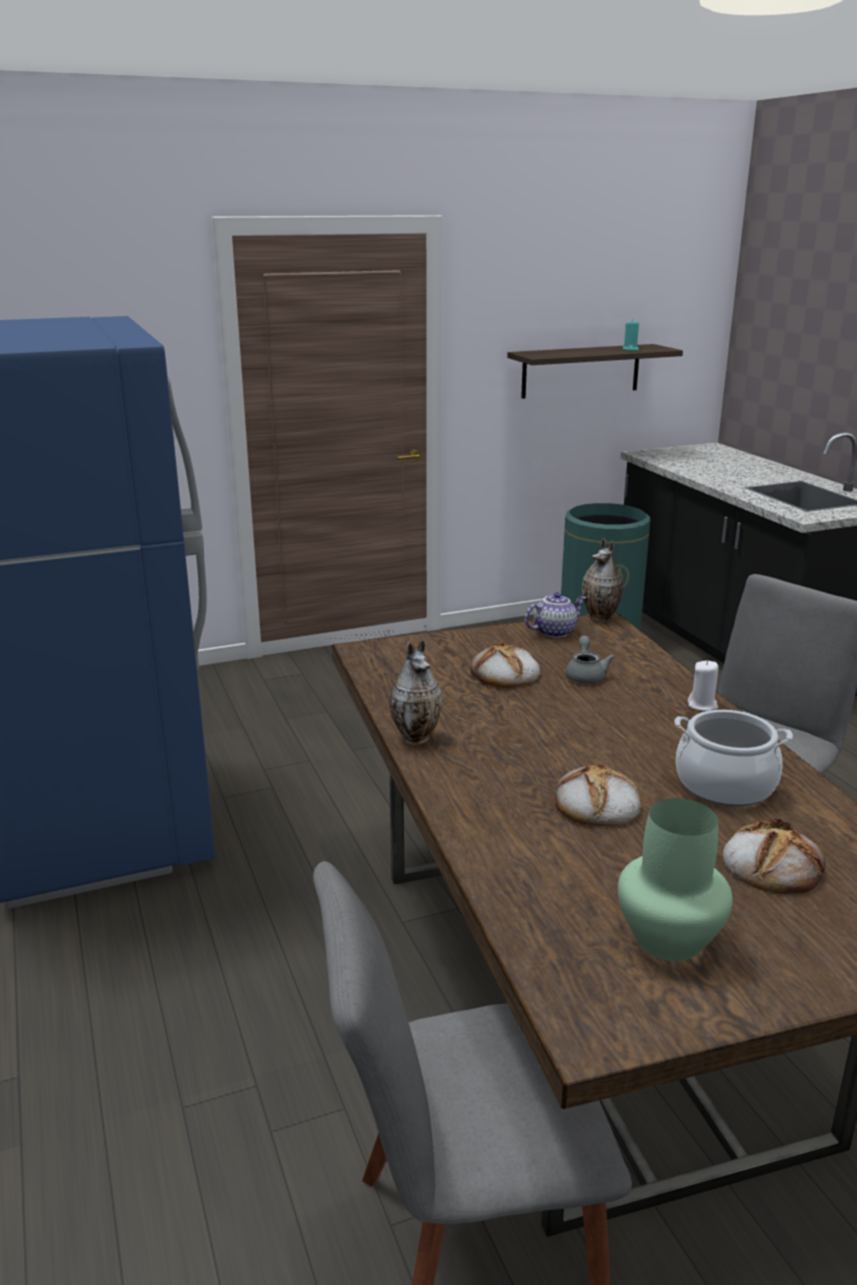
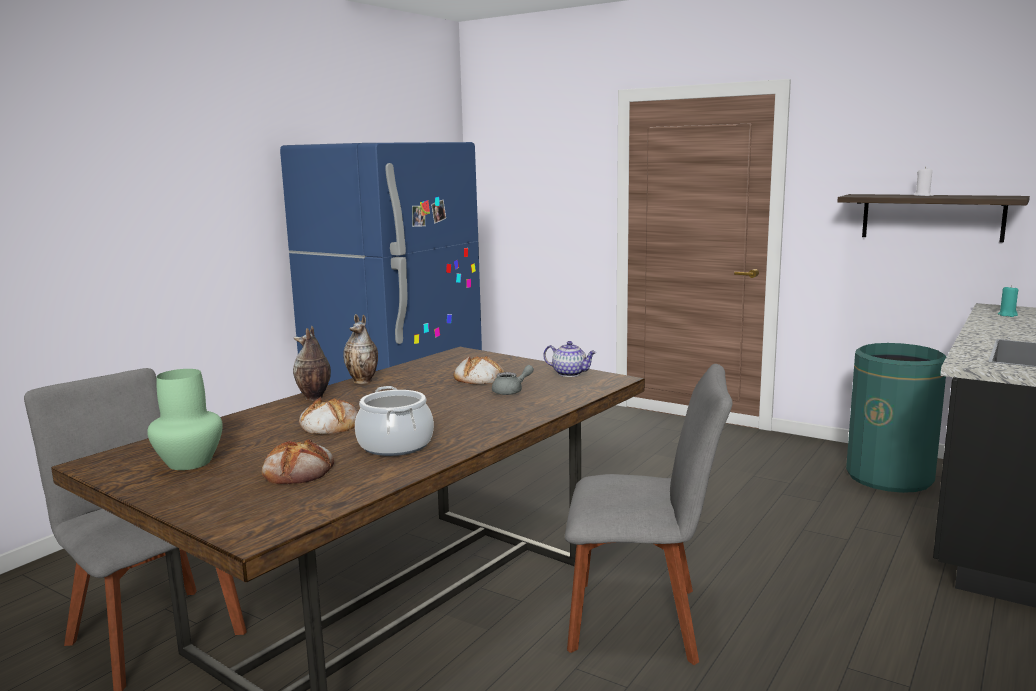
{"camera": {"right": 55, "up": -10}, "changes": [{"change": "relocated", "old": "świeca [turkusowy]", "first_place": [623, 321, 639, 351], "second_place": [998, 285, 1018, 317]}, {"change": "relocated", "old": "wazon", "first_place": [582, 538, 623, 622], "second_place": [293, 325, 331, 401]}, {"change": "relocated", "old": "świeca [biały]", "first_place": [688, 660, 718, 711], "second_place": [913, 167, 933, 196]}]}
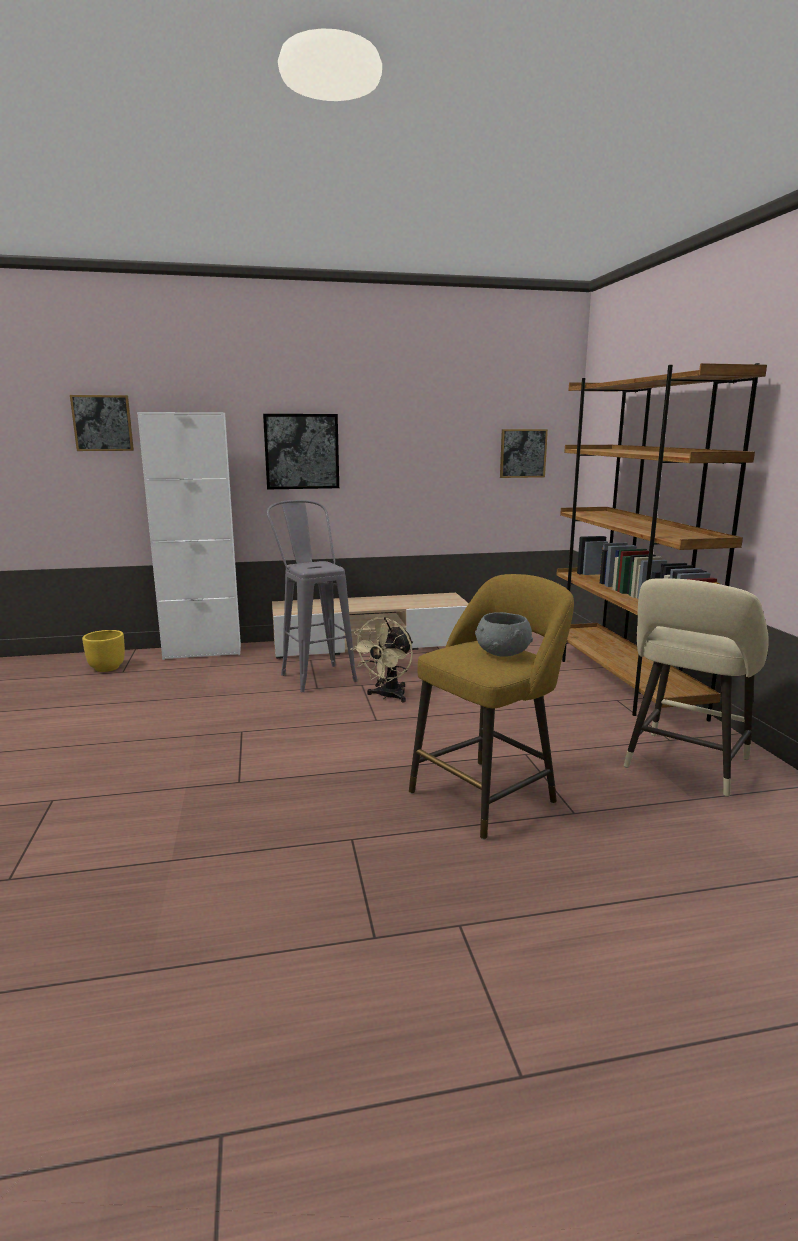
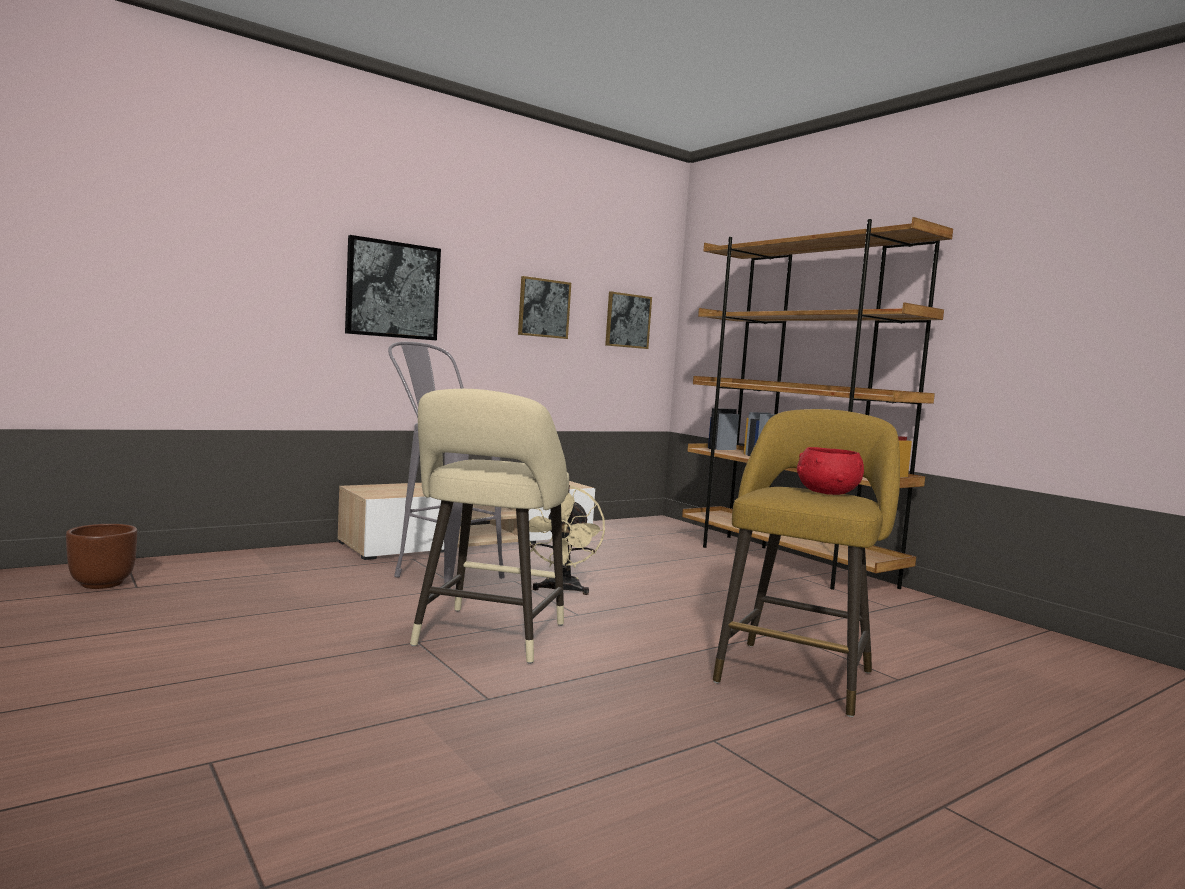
{"camera": {"right": -25, "up": -10}, "changes": [{"change": "relocated", "old": "obraz", "first_place": [70, 395, 134, 451], "second_place": [518, 276, 571, 339]}, {"change": "missing", "old": "szafka [biały]", "first_place": [137, 412, 241, 660]}, {"change": "relocated", "old": "stołek [beżowy]", "first_place": [624, 578, 769, 797], "second_place": [410, 389, 569, 664]}, {"change": "colour", "old": "miska [szary]", "new": "miska [czerwony]", "first_place": [475, 612, 533, 657], "second_place": [797, 447, 864, 495]}, {"change": "colour", "old": "donica [żółty]", "new": "donica [brązowy]", "first_place": [82, 630, 125, 672], "second_place": [66, 524, 137, 589]}]}
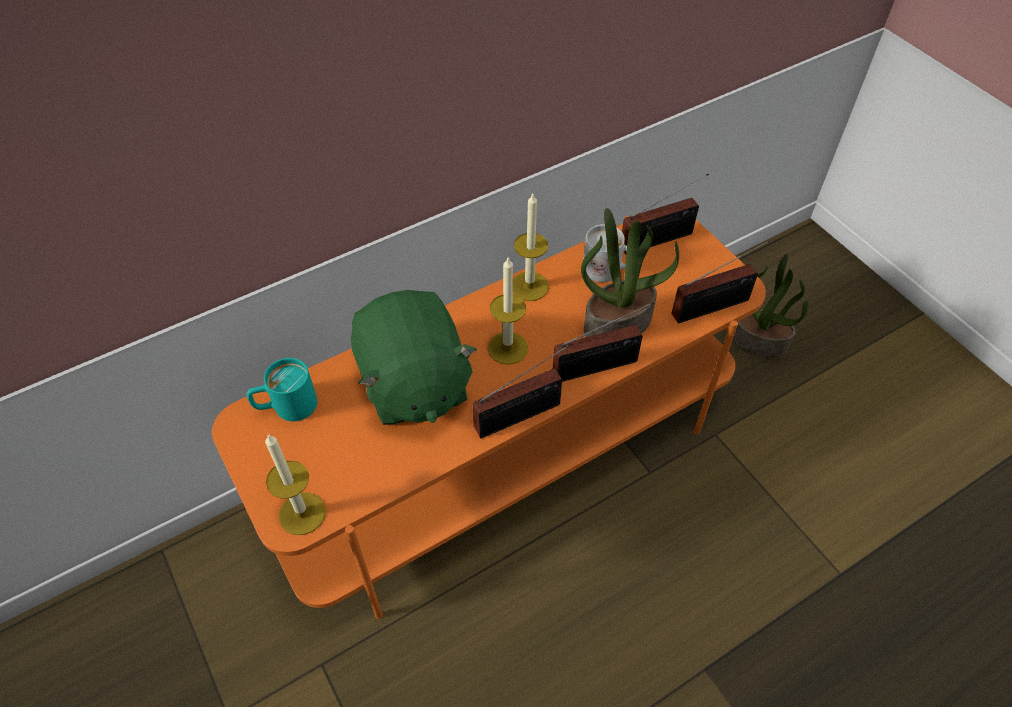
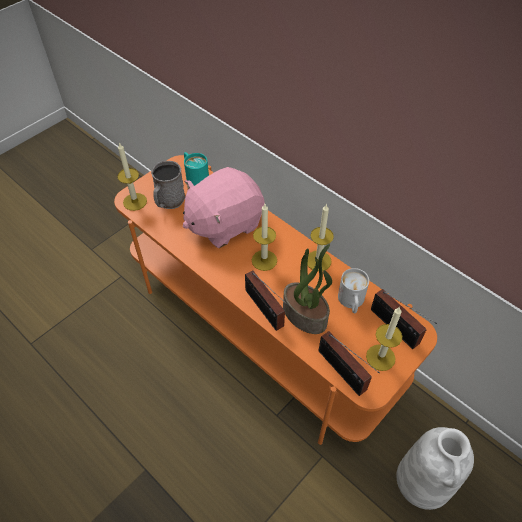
{"camera": {"right": 75, "up": 0}, "changes": [{"change": "exchanged", "old": "roślina doniczkowa", "new": "wazon [biały]", "first_place": [732, 254, 808, 358], "second_place": [396, 427, 474, 510]}, {"change": "colour", "old": "pluszak [zielony]", "new": "pluszak [różowy]", "first_place": [351, 290, 477, 425], "second_place": [183, 167, 265, 248]}, {"change": "missing", "old": "radio", "first_place": [473, 345, 569, 438]}, {"change": "appeared", "new": "kubek [szary]", "second_place": [151, 161, 185, 209]}, {"change": "appeared", "new": "świeca", "second_place": [366, 307, 402, 371]}]}
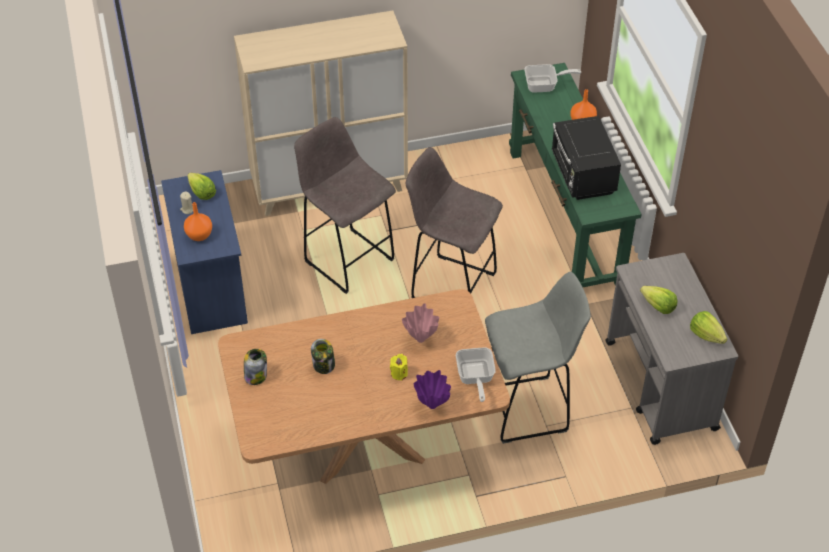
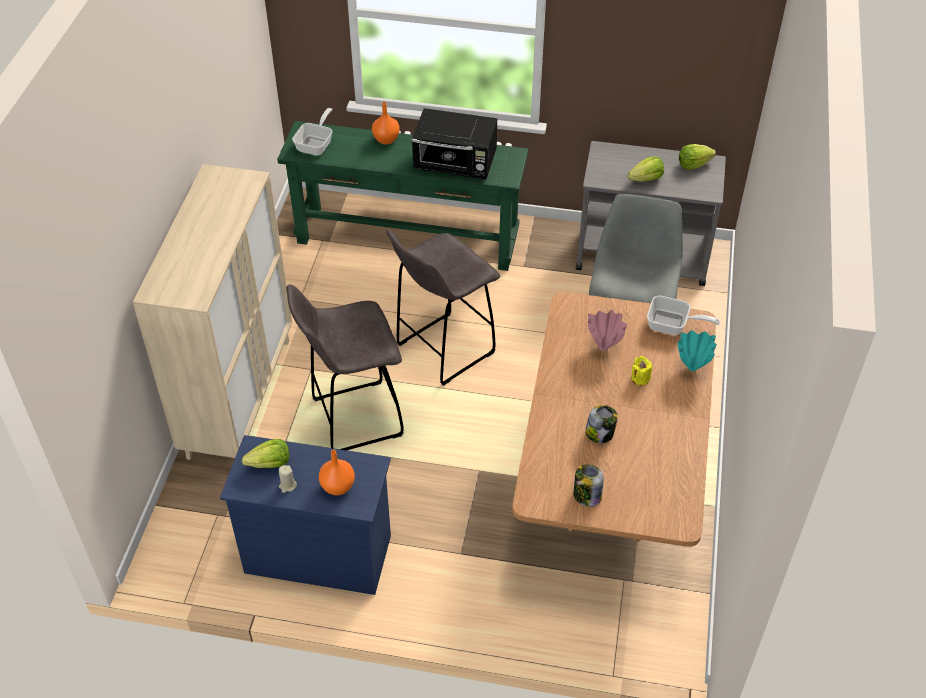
{"camera": {"right": -65, "up": 0}, "changes": [{"change": "colour", "old": "wazon [fioletowy]", "new": "wazon [turkusowy]", "first_place": [414, 370, 451, 409], "second_place": [678, 330, 717, 371]}]}
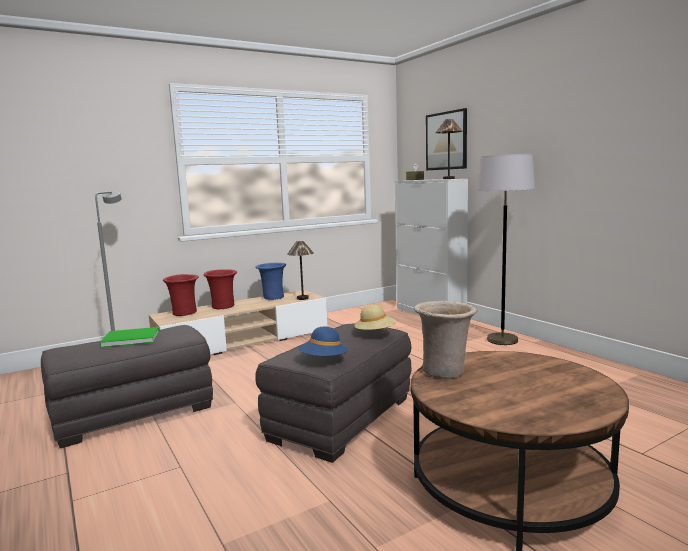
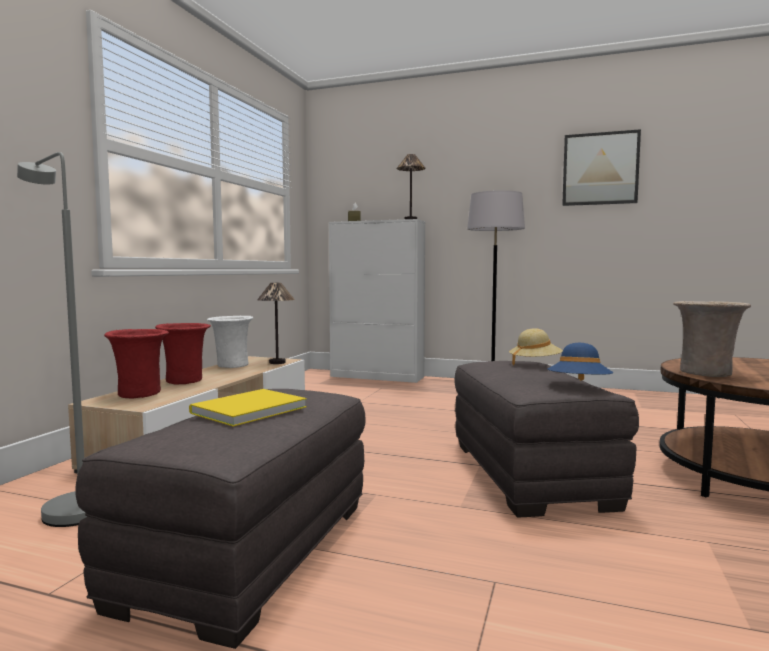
{"camera": {"right": -40, "up": -5}, "changes": [{"change": "relocated", "old": "obraz", "first_place": [426, 108, 467, 170], "second_place": [562, 129, 641, 206]}, {"change": "colour", "old": "wazon [niebieski]", "new": "wazon [biały]", "first_place": [255, 263, 286, 300], "second_place": [207, 316, 253, 368]}, {"change": "colour", "old": "książka [zielony]", "new": "książka [żółty]", "first_place": [100, 327, 159, 347], "second_place": [189, 389, 307, 426]}]}
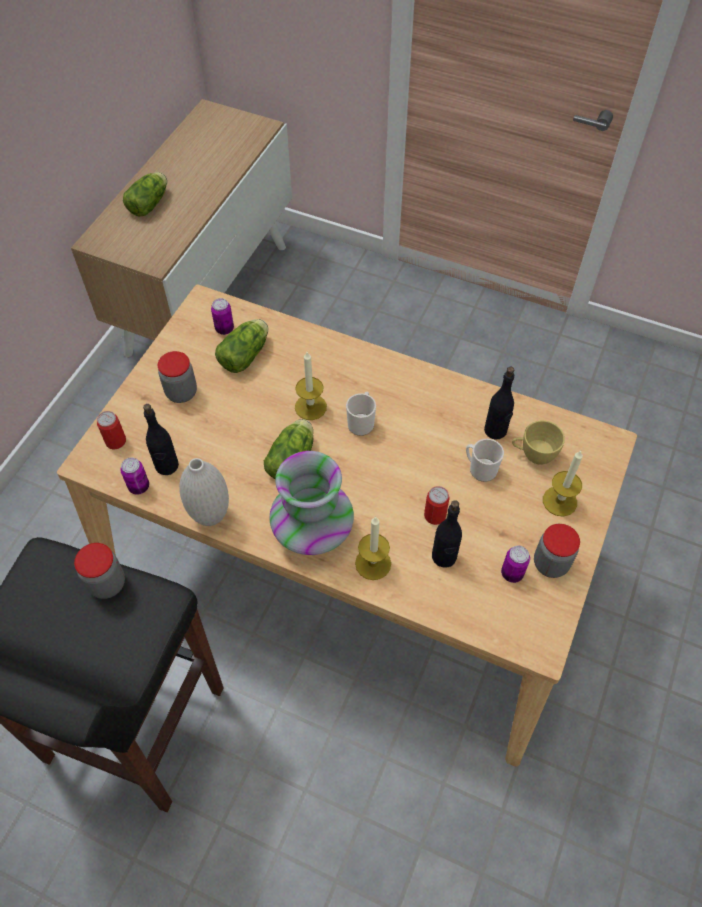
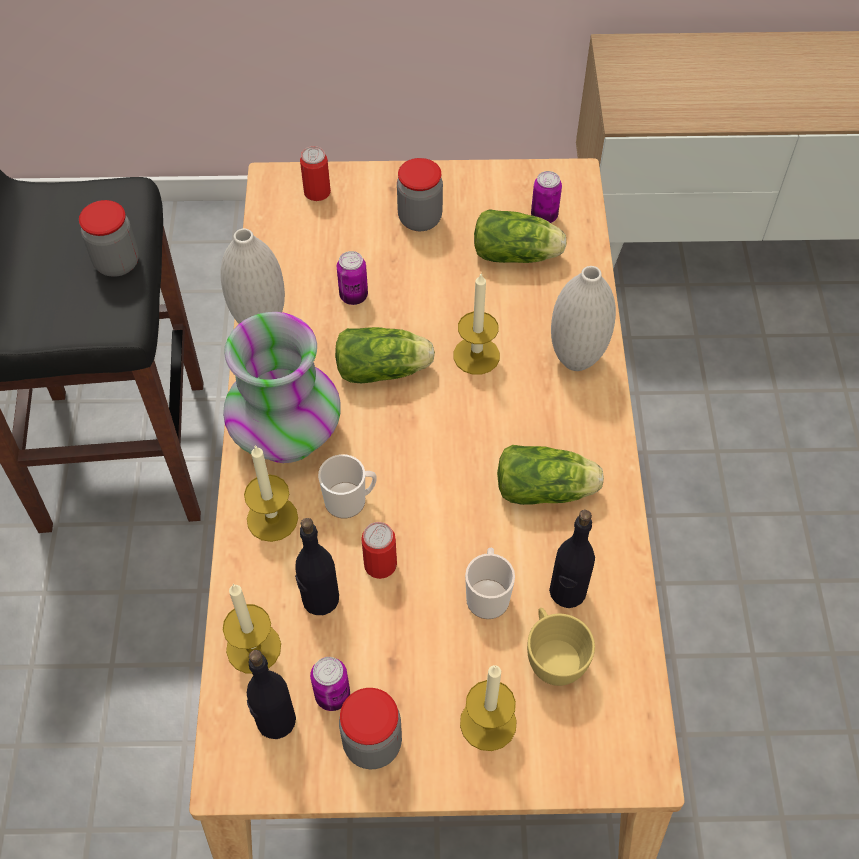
{"camera": {"right": 65, "up": 0}, "changes": [{"change": "relocated", "old": "sałata", "first_place": [123, 172, 167, 217], "second_place": [497, 445, 604, 505]}, {"change": "relocated", "old": "kubek", "first_place": [346, 392, 376, 436], "second_place": [318, 454, 377, 518]}, {"change": "relocated", "old": "butelka [czarny]", "first_place": [143, 404, 179, 475], "second_place": [247, 650, 296, 739]}, {"change": "relocated", "old": "puszka", "first_place": [120, 457, 149, 495], "second_place": [337, 251, 368, 305]}, {"change": "appeared", "new": "wazon [biały]", "second_place": [551, 266, 616, 371]}, {"change": "appeared", "new": "świeca", "second_place": [223, 584, 281, 674]}]}
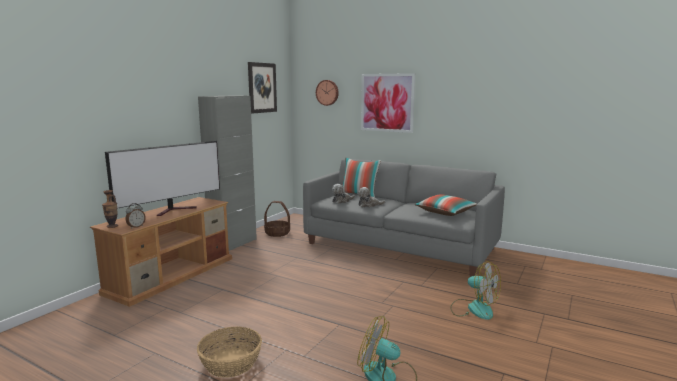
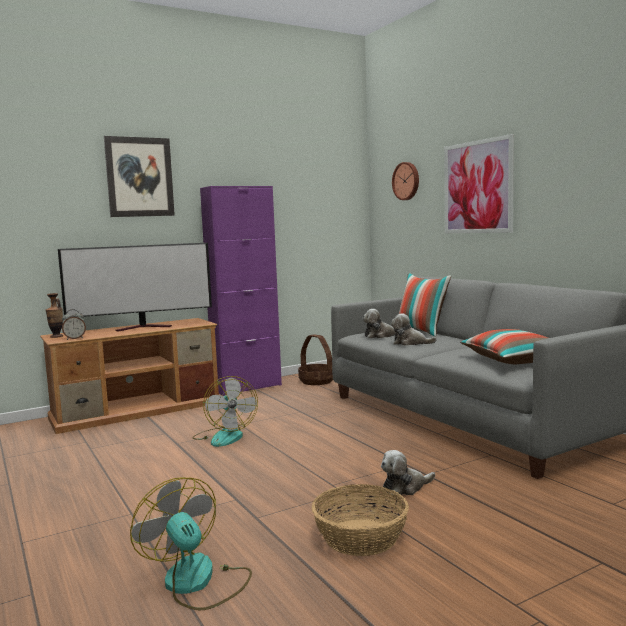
{"camera": {"right": 30, "up": -5}, "changes": [{"change": "relocated", "old": "obraz", "first_place": [248, 62, 277, 114], "second_place": [104, 136, 175, 217]}, {"change": "colour", "old": "szafka [szary]", "new": "szafka [fioletowy]", "first_place": [198, 95, 257, 251], "second_place": [200, 186, 282, 396]}, {"change": "relocated", "old": "wentylator", "first_place": [450, 261, 501, 320], "second_place": [192, 376, 258, 447]}, {"change": "relocated", "old": "koszyk", "first_place": [197, 326, 262, 378], "second_place": [312, 484, 409, 556]}, {"change": "appeared", "new": "pluszak", "second_place": [381, 450, 435, 495]}]}
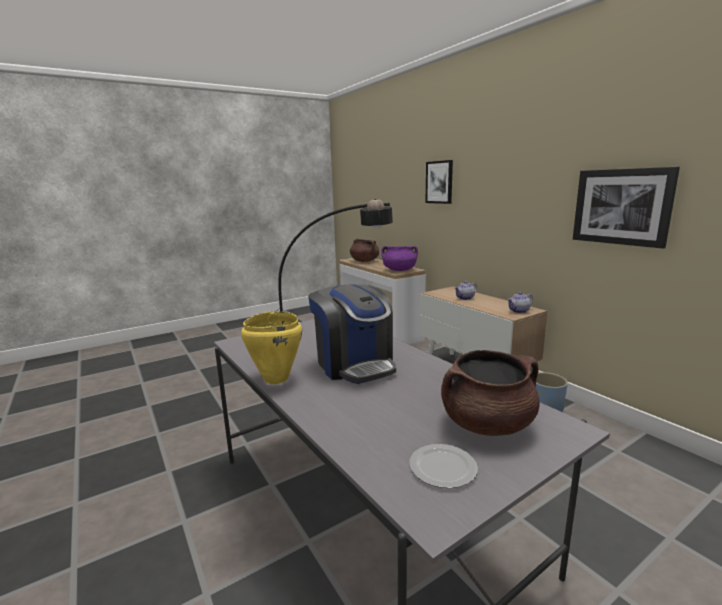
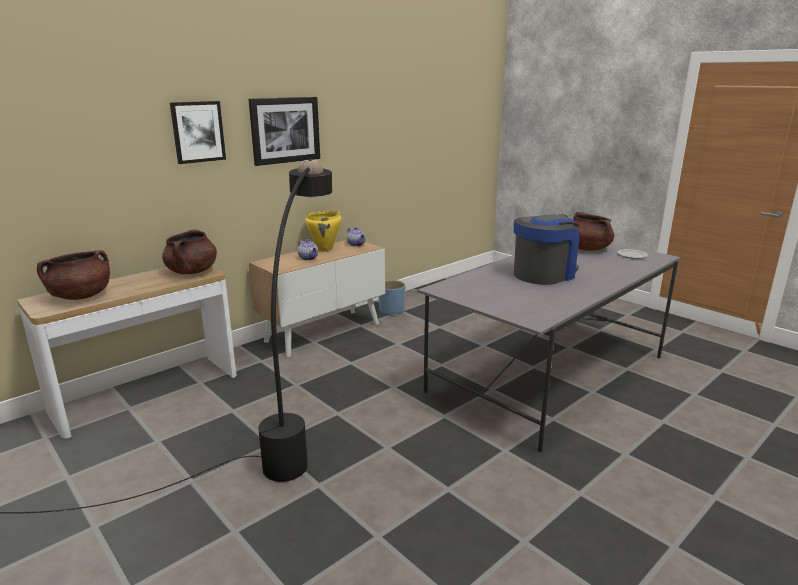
{"camera": {"right": -100, "up": 5}, "changes": [{"change": "relocated", "old": "obraz", "first_place": [573, 167, 680, 249], "second_place": [249, 97, 320, 166]}, {"change": "colour", "old": "garnek [fioletowy]", "new": "garnek [brązowy]", "first_place": [381, 246, 418, 271], "second_place": [162, 229, 217, 274]}, {"change": "relocated", "old": "garnek [żółty]", "first_place": [241, 311, 302, 384], "second_place": [305, 211, 341, 252]}]}
